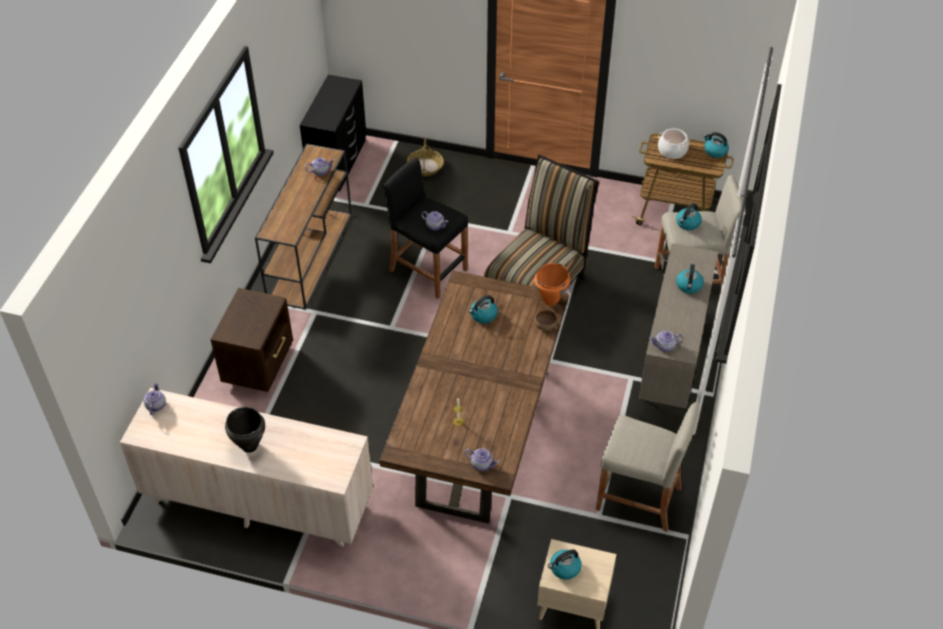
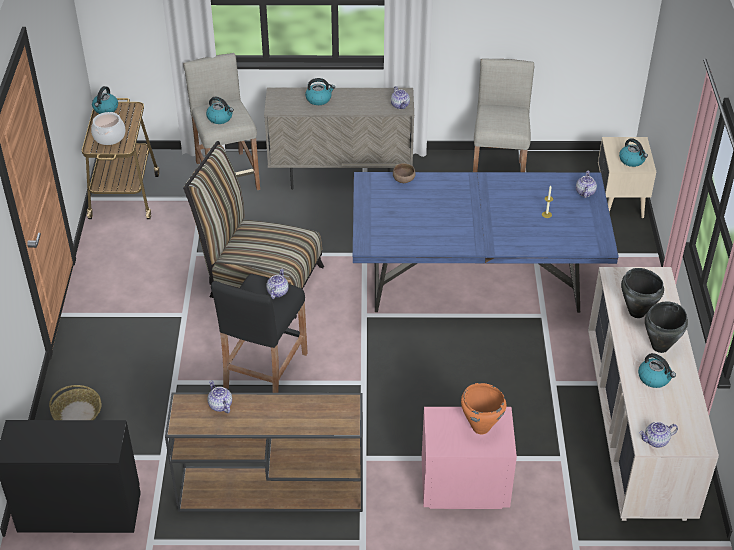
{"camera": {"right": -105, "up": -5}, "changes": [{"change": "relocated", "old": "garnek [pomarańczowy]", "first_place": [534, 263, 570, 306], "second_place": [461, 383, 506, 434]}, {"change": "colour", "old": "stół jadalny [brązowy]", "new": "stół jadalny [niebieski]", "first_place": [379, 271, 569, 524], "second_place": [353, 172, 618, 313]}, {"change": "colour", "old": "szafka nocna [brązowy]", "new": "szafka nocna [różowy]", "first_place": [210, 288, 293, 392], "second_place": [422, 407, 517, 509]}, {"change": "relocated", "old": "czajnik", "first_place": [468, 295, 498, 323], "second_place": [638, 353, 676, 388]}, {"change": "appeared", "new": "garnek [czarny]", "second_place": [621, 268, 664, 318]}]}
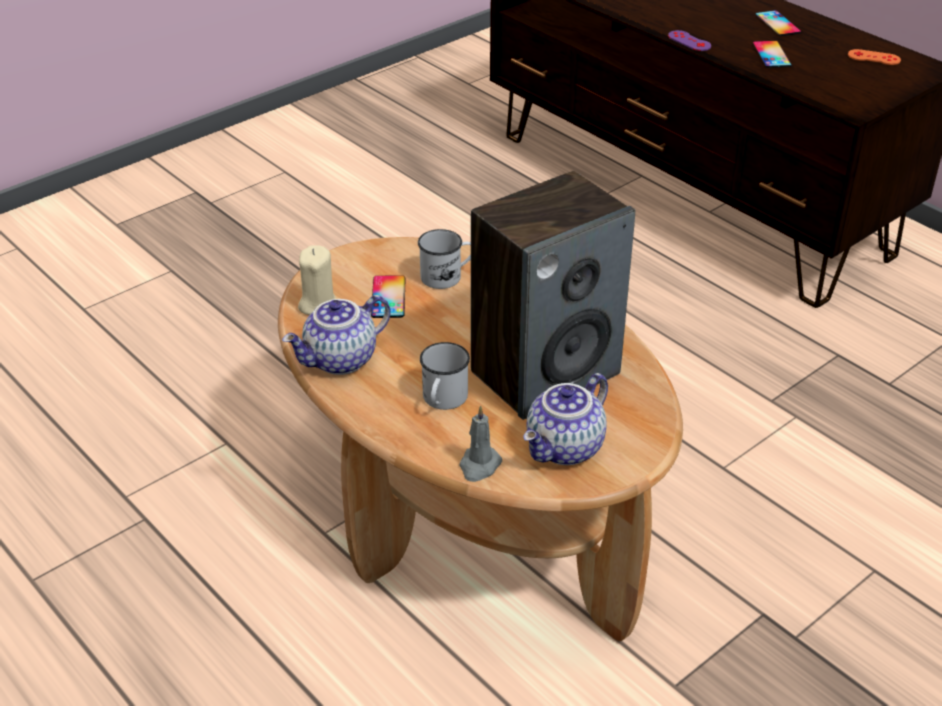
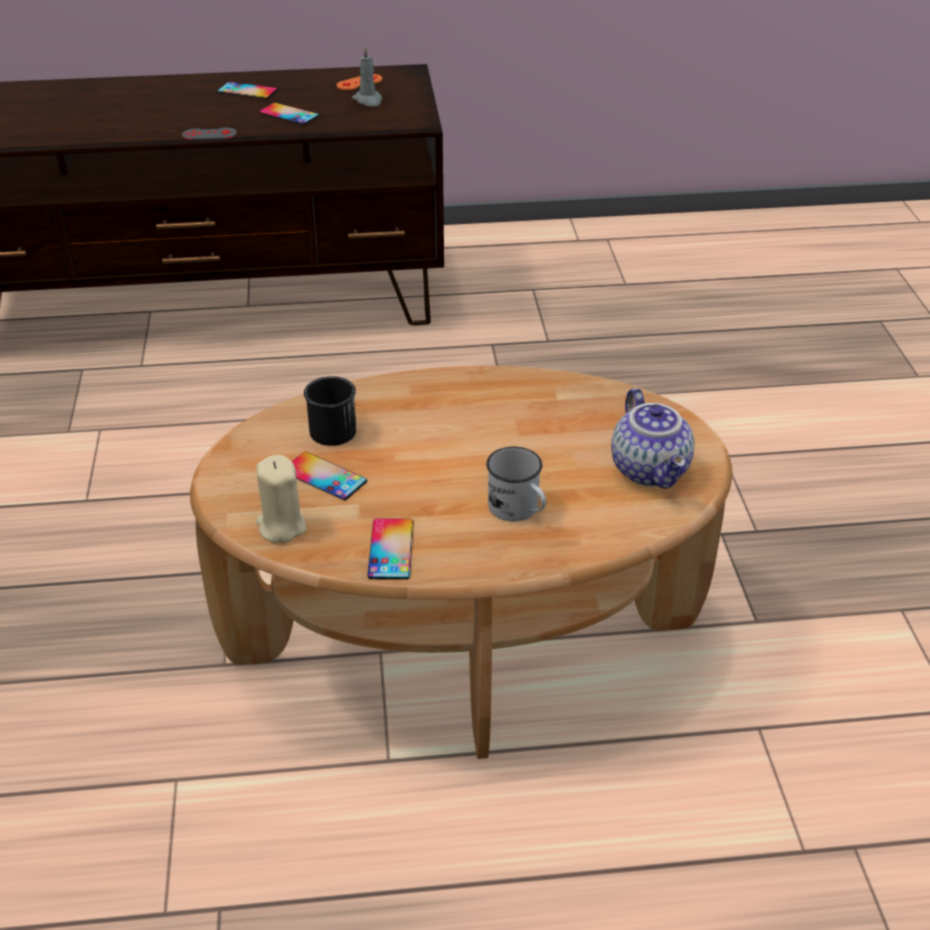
{"camera": {"right": -55, "up": 0}, "changes": [{"change": "colour", "old": "pad do gier [fioletowy]", "new": "pad do gier [szary]", "first_place": [668, 30, 711, 51], "second_place": [182, 128, 237, 140]}, {"change": "missing", "old": "głośnik", "first_place": [471, 171, 635, 420]}, {"change": "colour", "old": "kubek [biały]", "new": "kubek [czarny]", "first_place": [418, 229, 471, 289], "second_place": [304, 376, 356, 446]}, {"change": "exchanged", "old": "imbryk", "new": "telefon", "first_place": [282, 295, 391, 375], "second_place": [367, 518, 414, 580]}, {"change": "relocated", "old": "świeca [szary]", "first_place": [459, 405, 502, 482], "second_place": [352, 46, 382, 107]}]}
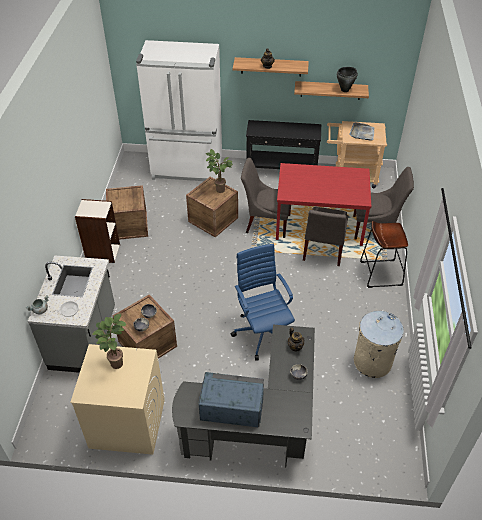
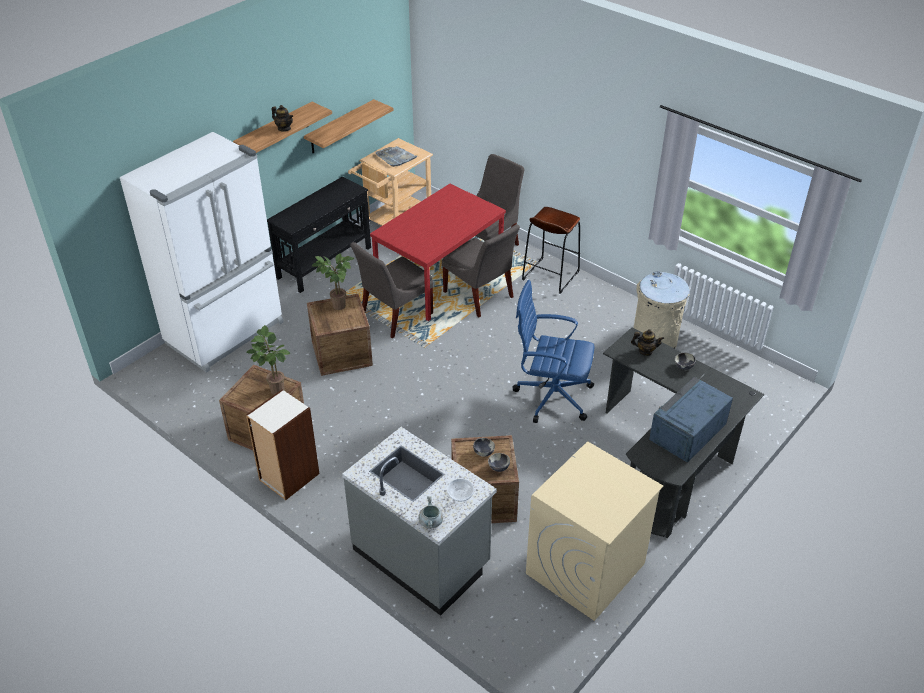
{"camera": {"right": -55, "up": -5}, "changes": [{"change": "missing", "old": "garnek [czarny]", "first_place": [337, 67, 358, 92]}, {"change": "relocated", "old": "roślina doniczkowa", "first_place": [93, 314, 127, 369], "second_place": [247, 325, 290, 395]}]}
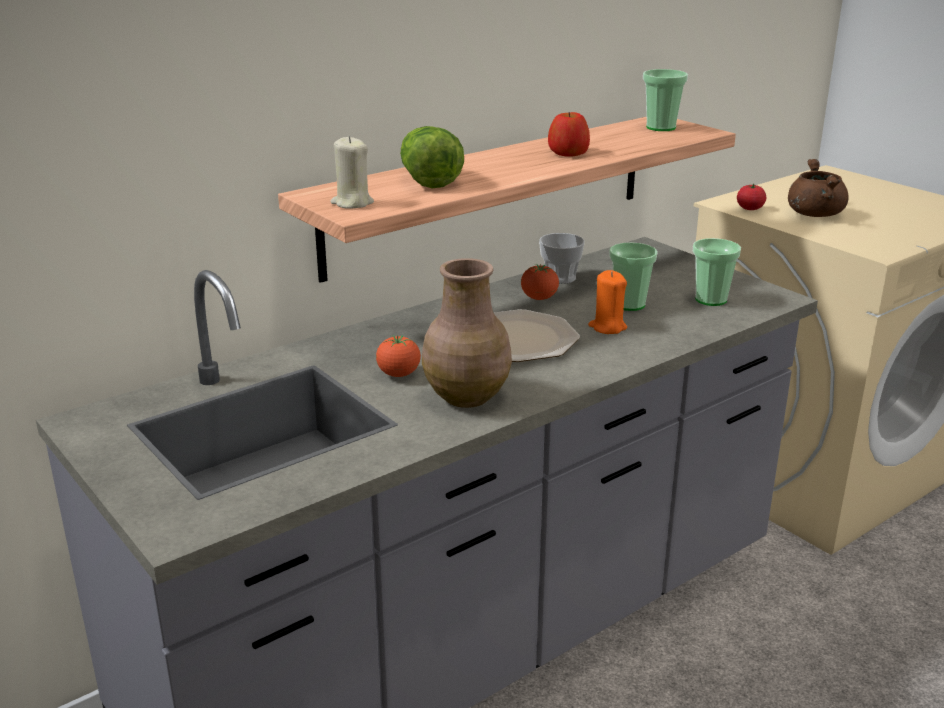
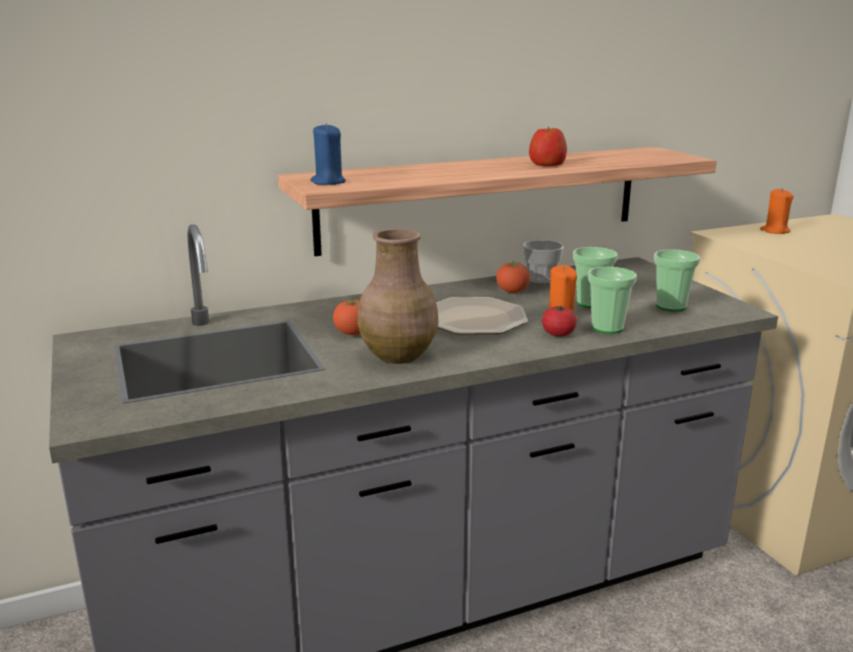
{"camera": {"right": 15, "up": -5}, "changes": [{"change": "relocated", "old": "filiżanka", "first_place": [643, 69, 688, 131], "second_place": [588, 267, 637, 334]}, {"change": "missing", "old": "sałata", "first_place": [400, 126, 464, 188]}, {"change": "colour", "old": "świeca [beżowy]", "new": "świeca [niebieski]", "first_place": [330, 136, 374, 209], "second_place": [310, 123, 346, 185]}, {"change": "missing", "old": "garnek [brązowy]", "first_place": [788, 159, 849, 217]}, {"change": "relocated", "old": "pomidor", "first_place": [737, 184, 766, 210], "second_place": [542, 305, 577, 337]}, {"change": "appeared", "new": "świeca [pomarańczowy]", "second_place": [760, 188, 794, 234]}]}
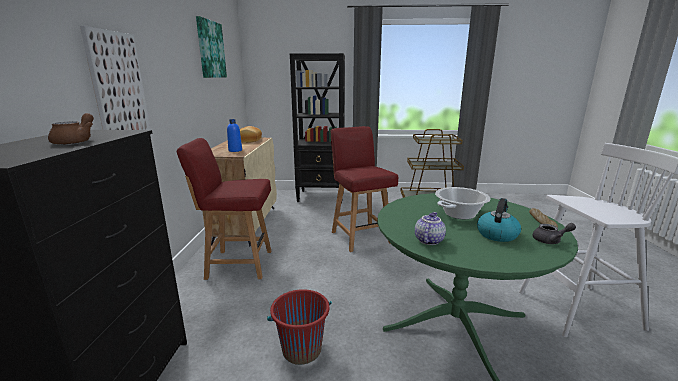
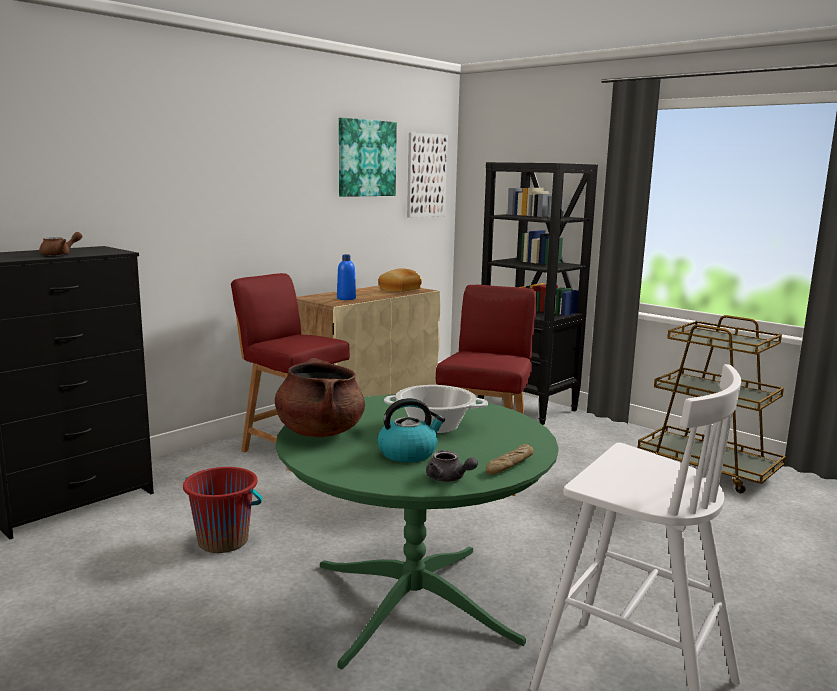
{"camera": {"right": 40, "up": -5}, "changes": [{"change": "relocated", "old": "obraz", "first_place": [80, 26, 151, 130], "second_place": [407, 133, 448, 218]}, {"change": "exchanged", "old": "imbryk", "new": "garnek [brązowy]", "first_place": [415, 212, 446, 245], "second_place": [275, 358, 365, 437]}]}
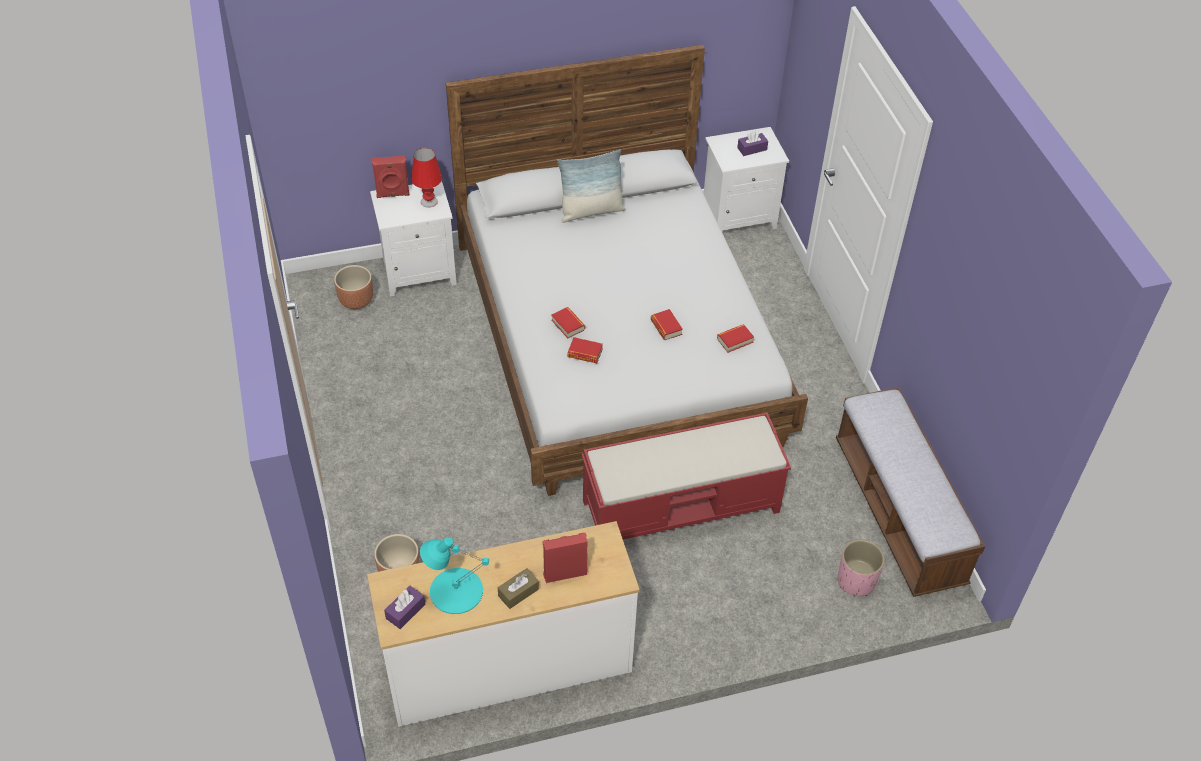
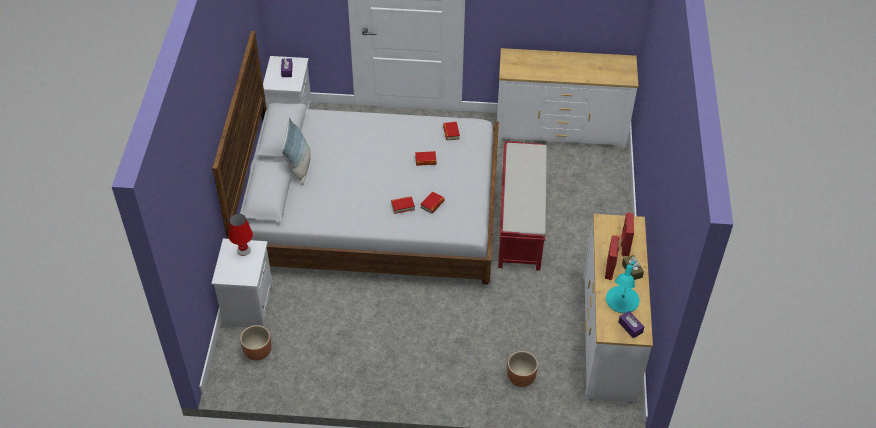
{"camera": {"right": -70, "up": 0}, "changes": [{"change": "relocated", "old": "głośnik [czerwony]", "first_place": [372, 156, 410, 198], "second_place": [605, 235, 619, 280]}, {"change": "exchanged", "old": "ławka", "new": "komoda [biały]", "first_place": [836, 387, 985, 597], "second_place": [497, 48, 638, 149]}, {"change": "missing", "old": "donica [różowy]", "first_place": [838, 539, 885, 596]}]}
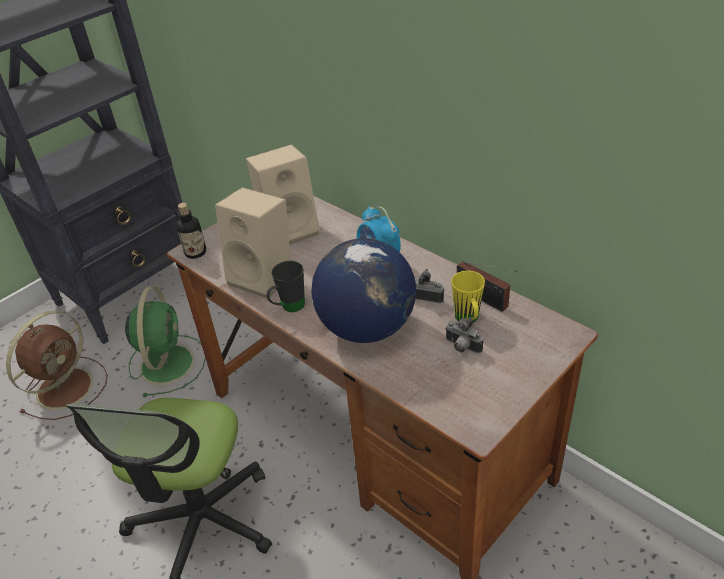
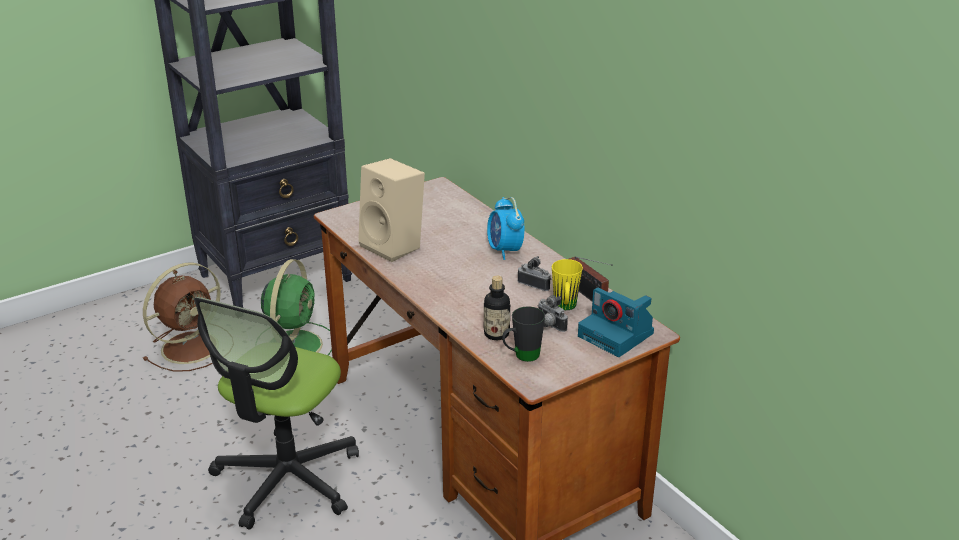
{"camera": {"right": 10, "up": -10}, "changes": [{"change": "missing", "old": "głośnik [beżowy]", "first_place": [246, 144, 320, 245]}, {"change": "relocated", "old": "butelka", "first_place": [176, 203, 206, 259], "second_place": [484, 276, 510, 340]}, {"change": "missing", "old": "globus", "first_place": [311, 238, 416, 343]}, {"change": "relocated", "old": "kubek [czarny]", "first_place": [267, 261, 305, 312], "second_place": [502, 306, 545, 362]}, {"change": "appeared", "new": "aparat fotograficzny", "second_place": [578, 287, 654, 357]}]}
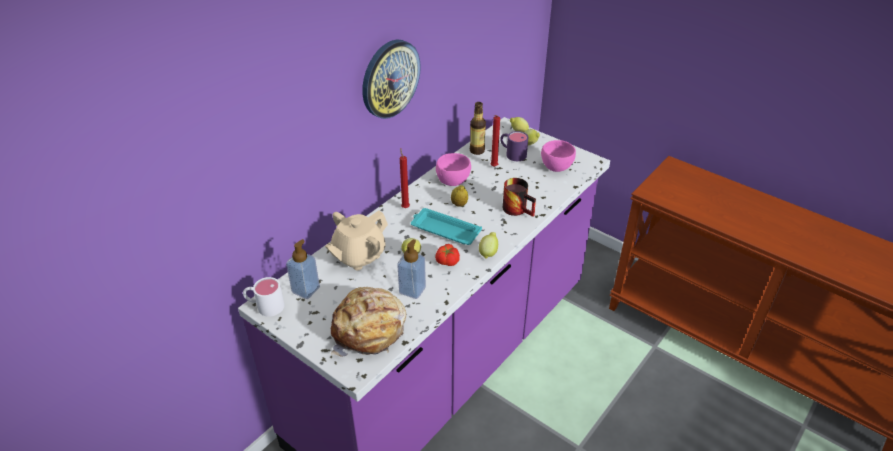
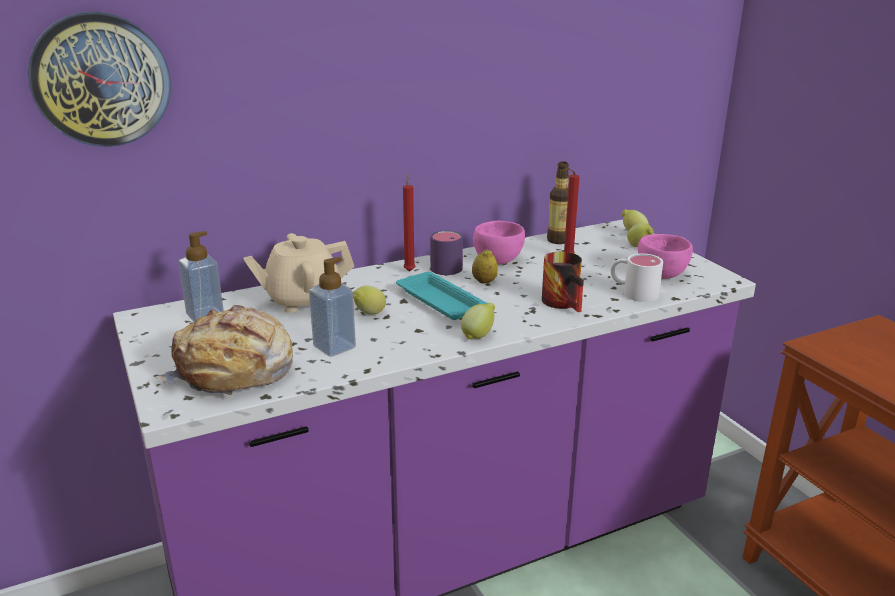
{"camera": {"right": 25, "up": -15}, "changes": [{"change": "relocated", "old": "zegar ścienny", "first_place": [362, 39, 421, 119], "second_place": [28, 12, 171, 147]}, {"change": "relocated", "old": "kubek [fioletowy]", "first_place": [500, 131, 528, 161], "second_place": [430, 230, 463, 275]}, {"change": "missing", "old": "pomidor", "first_place": [435, 244, 460, 266]}, {"change": "relocated", "old": "kubek [biały]", "first_place": [243, 277, 284, 317], "second_place": [611, 253, 663, 302]}]}
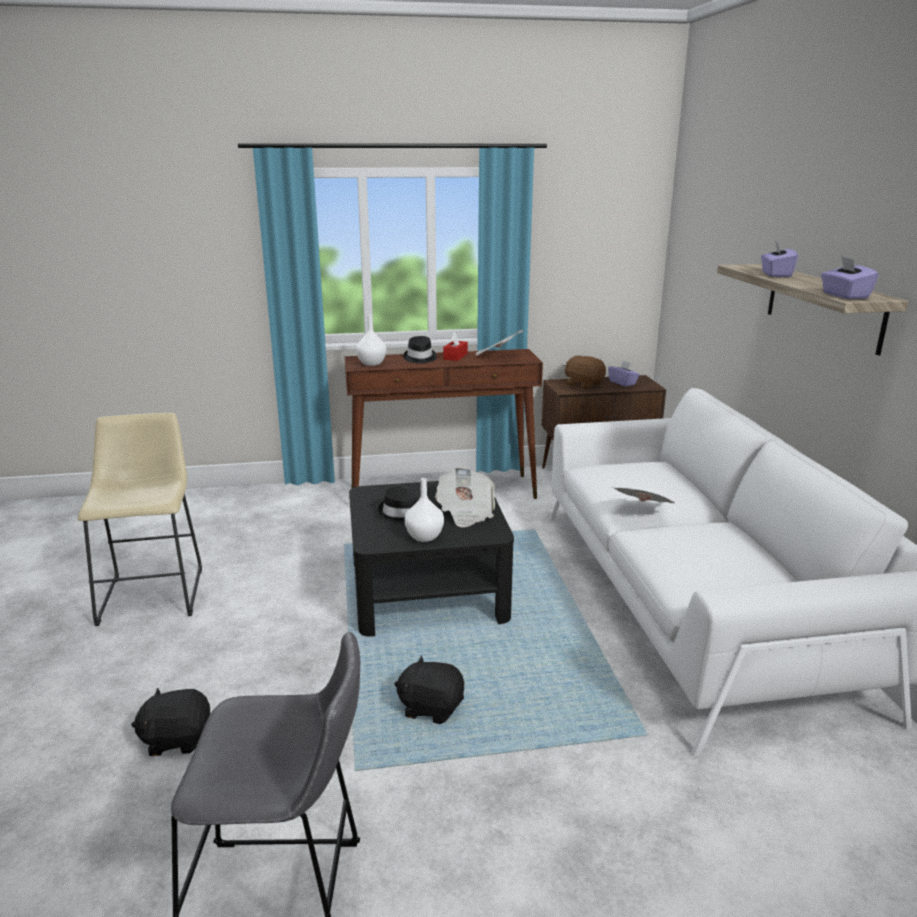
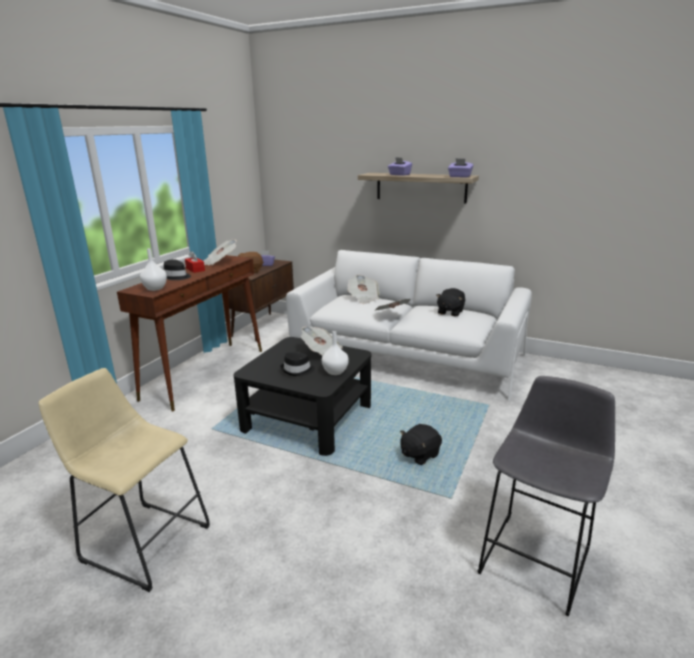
{"camera": {"right": -55, "up": 0}, "changes": [{"change": "relocated", "old": "pluszak [czarny]", "first_place": [131, 688, 210, 756], "second_place": [436, 288, 465, 317]}, {"change": "appeared", "new": "gazeta", "second_place": [347, 275, 380, 304]}]}
